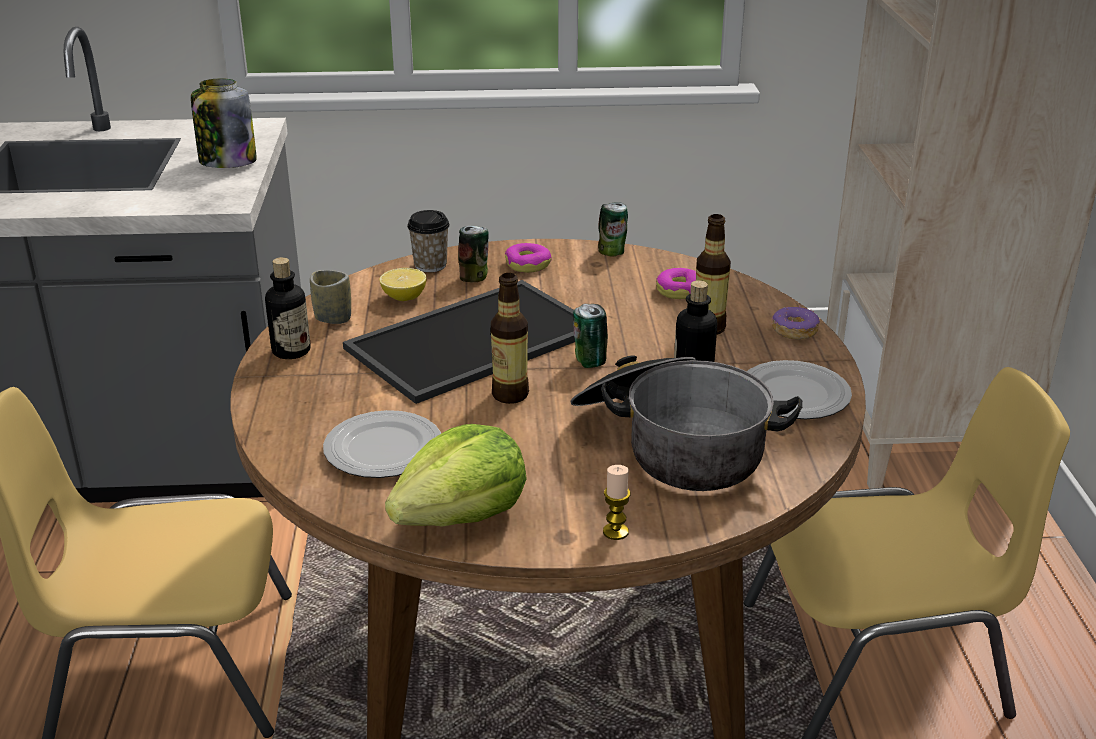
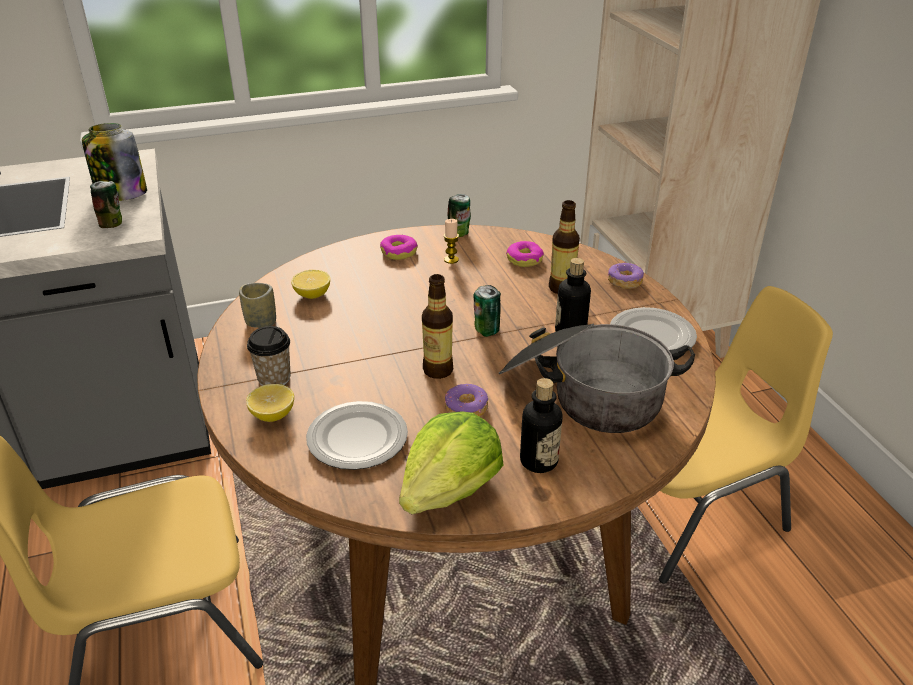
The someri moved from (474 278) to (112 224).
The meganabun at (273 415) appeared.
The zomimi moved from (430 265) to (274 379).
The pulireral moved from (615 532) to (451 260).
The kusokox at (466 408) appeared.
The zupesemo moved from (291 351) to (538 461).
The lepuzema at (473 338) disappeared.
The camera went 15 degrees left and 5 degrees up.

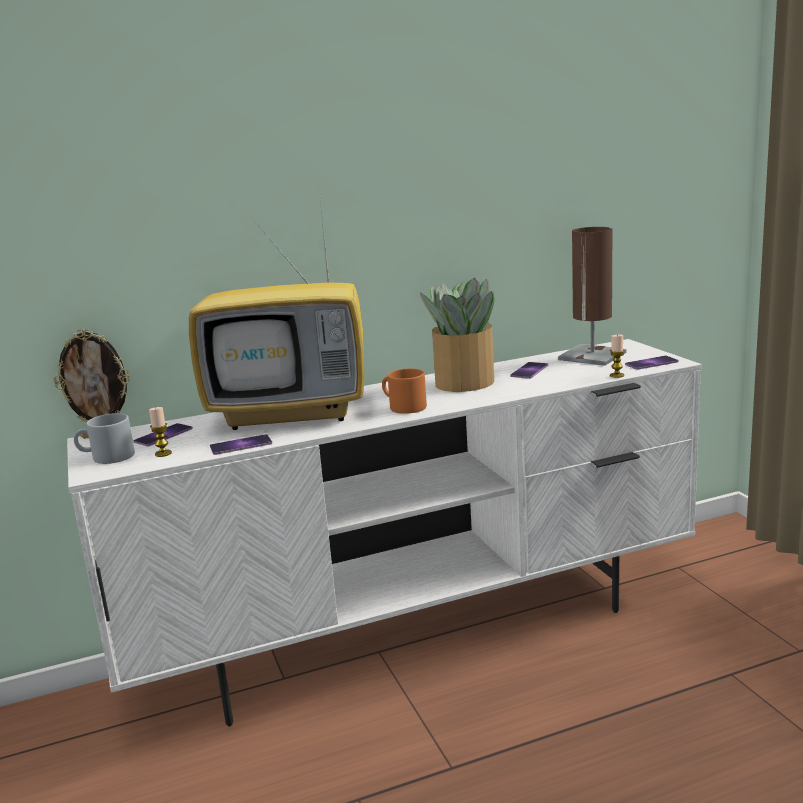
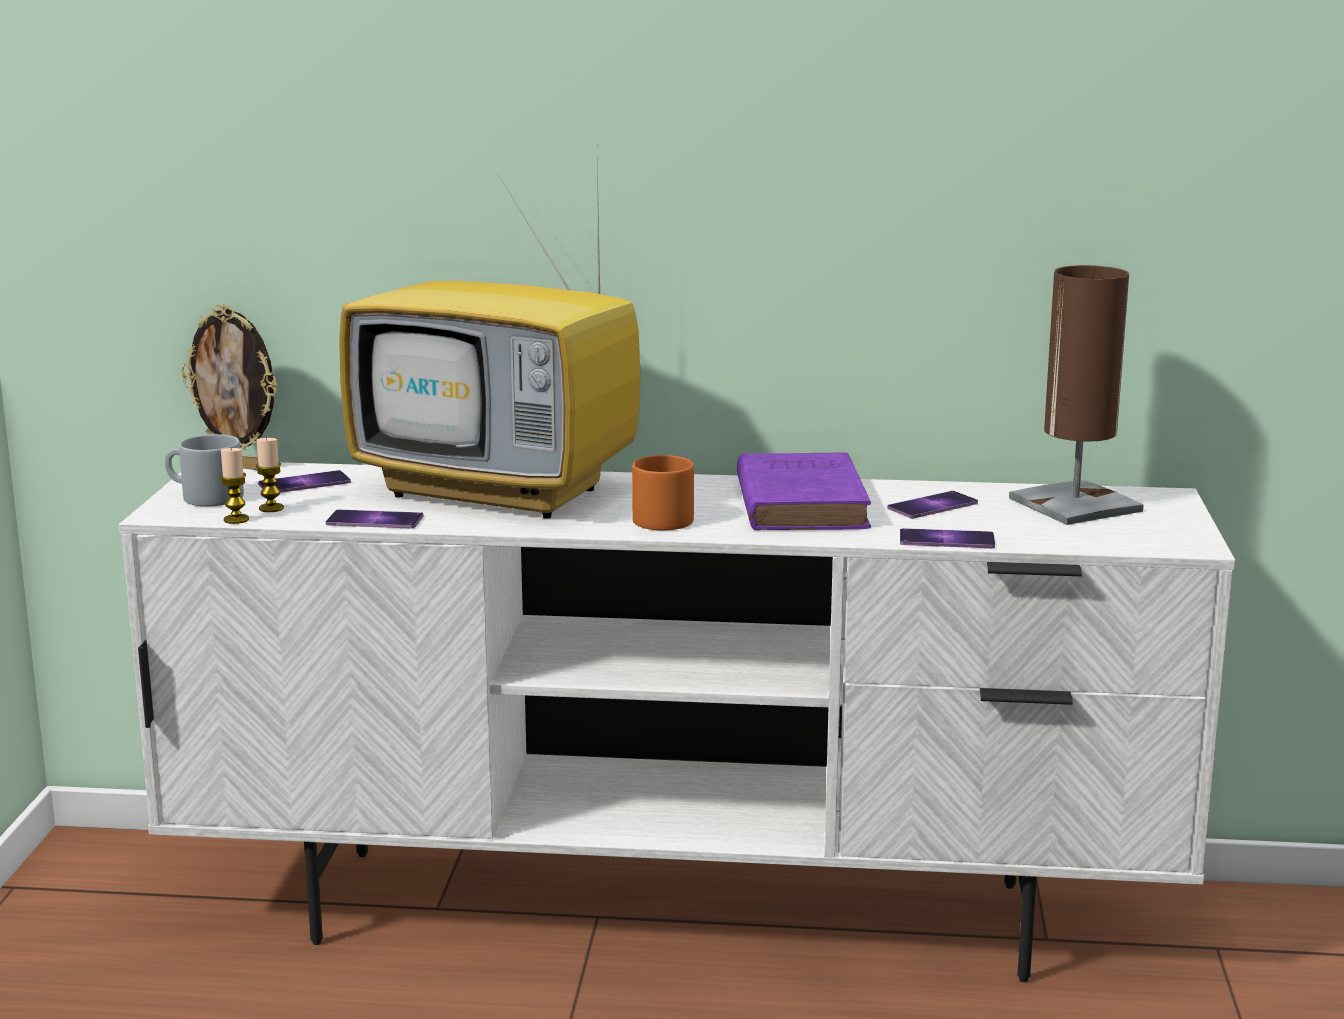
The pulireral moved from (617 375) to (236 519).
The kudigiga at (463 383) was replaced by the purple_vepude at (800 502).
The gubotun moved from (651 363) to (946 539).
The camera went 25 degrees right and 0 degrees up.

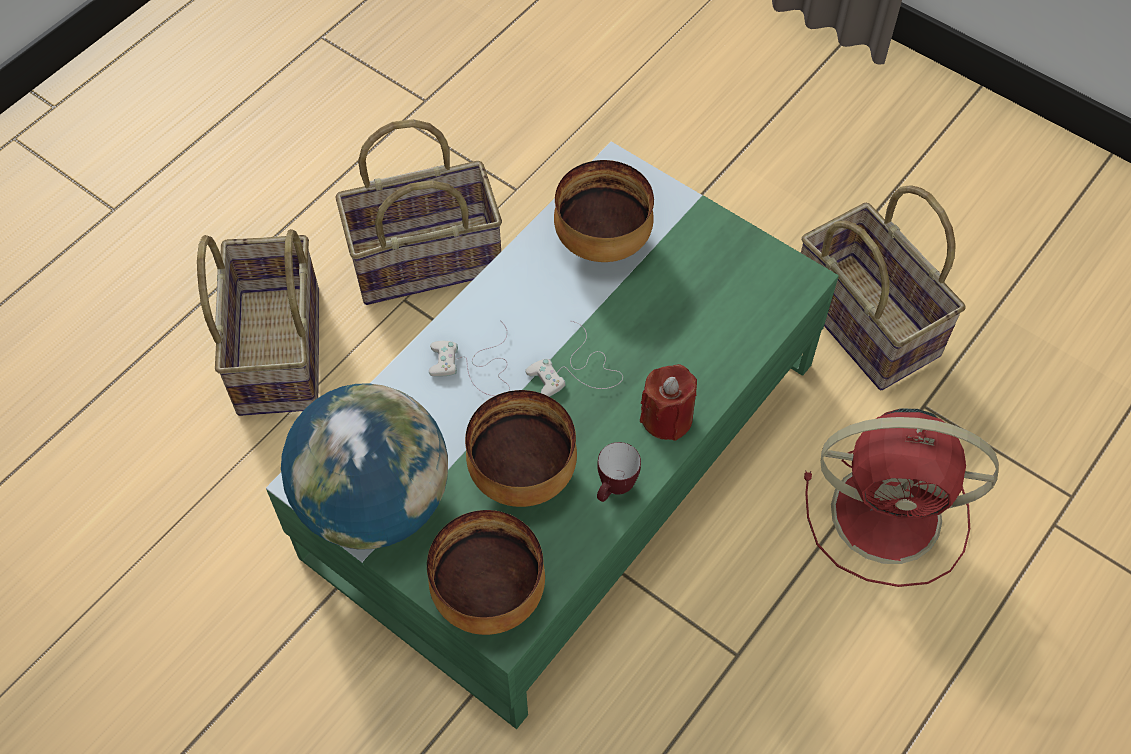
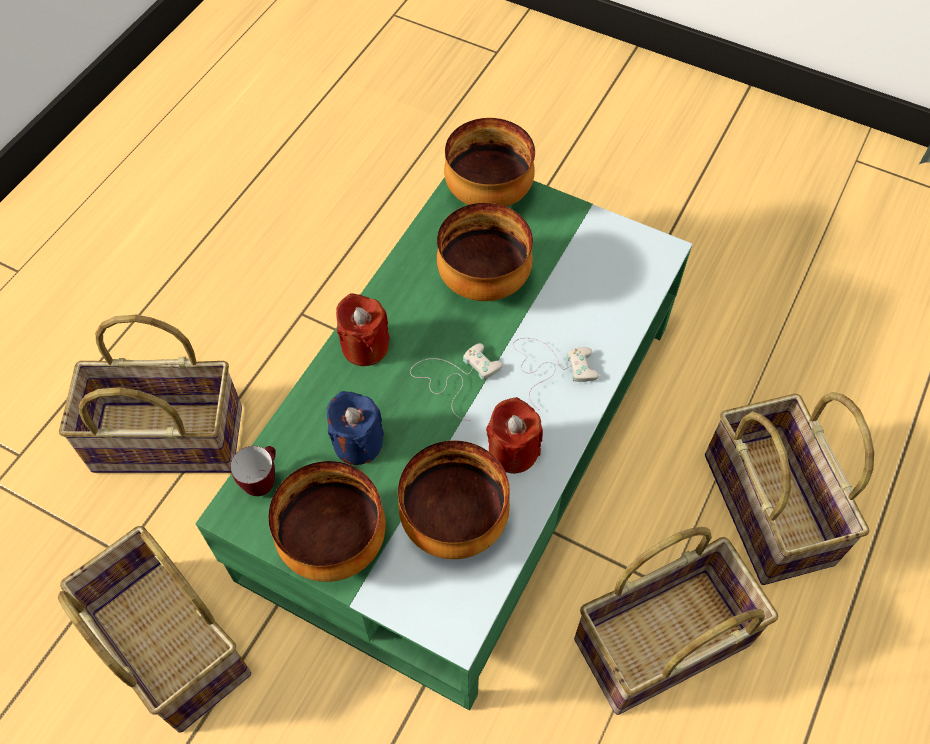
The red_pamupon at (891 514) was replaced by the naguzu at (167 441).
The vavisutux moved from (614 490) to (263 481).
The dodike at (335 541) appeared.
The blue_pulireral at (357 443) appeared.
The red_pulireral at (513 451) appeared.
The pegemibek at (375 502) disappeared.
The camera went 170 degrees right and 0 degrees up.

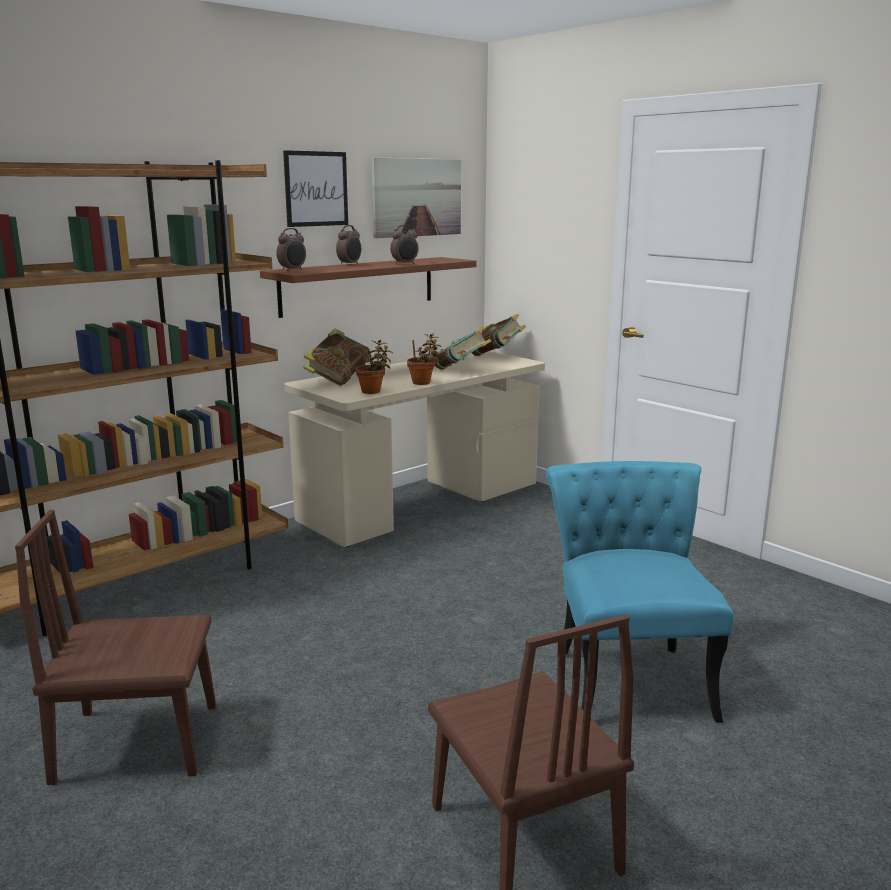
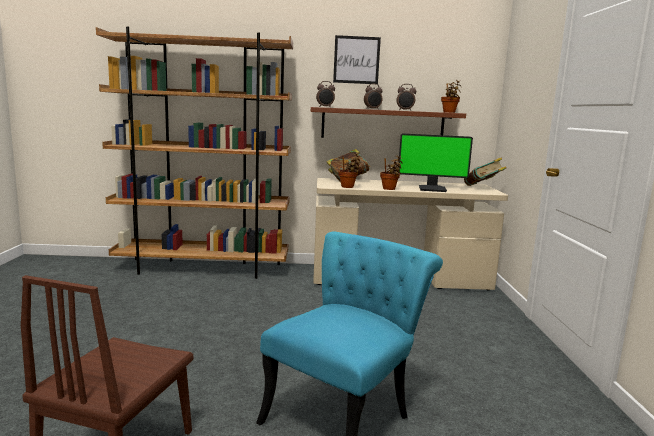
The vepude at (461 371) was replaced by the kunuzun at (432 189).
The kudigiga at (449 112) appeared.
The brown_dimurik at (137 742) disappeared.
The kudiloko at (417 197) disappeared.
The camera went 40 degrees right and 5 degrees down.

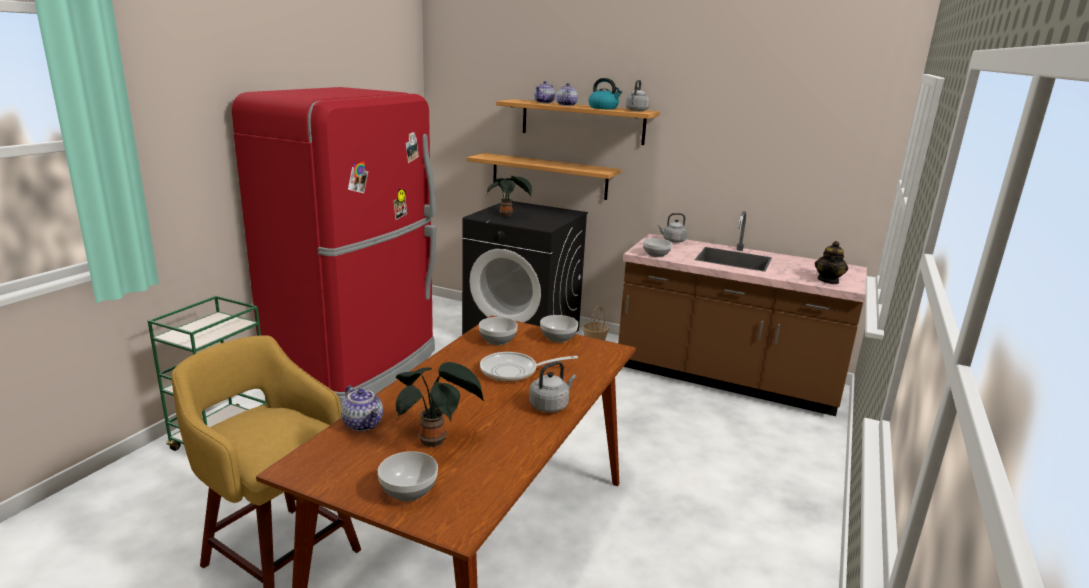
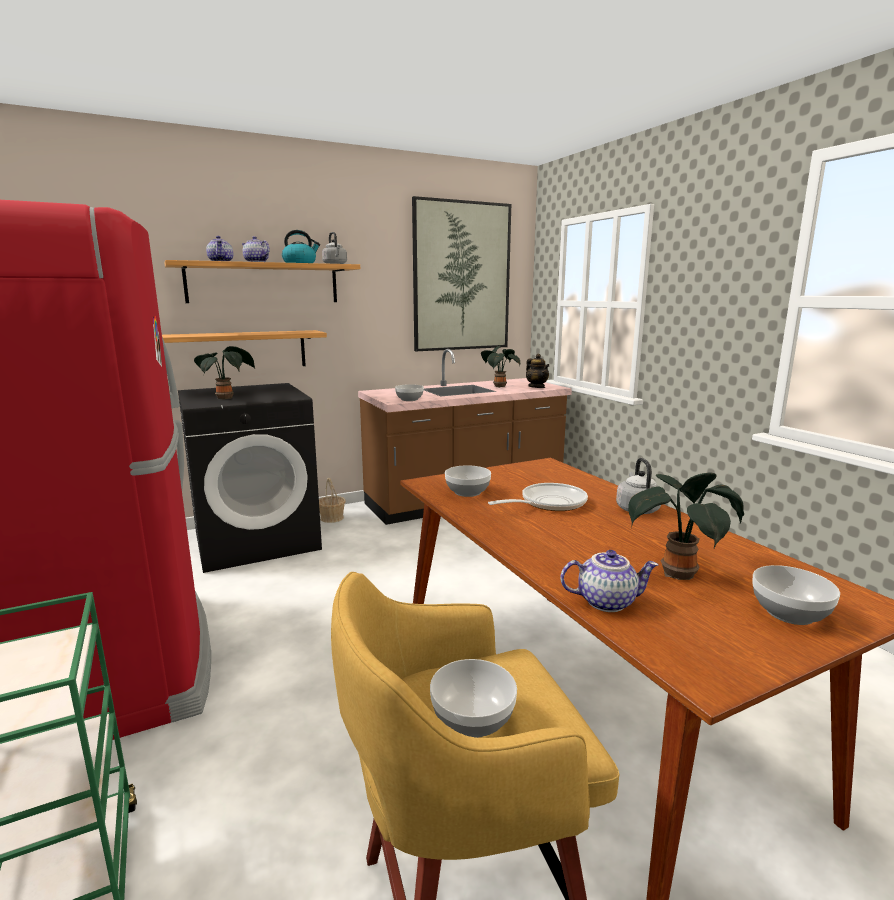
The kudiloko at (461 277) appeared.
The dodike moved from (557 338) to (471 720).
The kudigiga at (498 386) appeared.
The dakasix at (514 371) turned 150 degrees counterclockwise.
The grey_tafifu at (672 241) disappeared.
The camera went 50 degrees left and 5 degrees down.

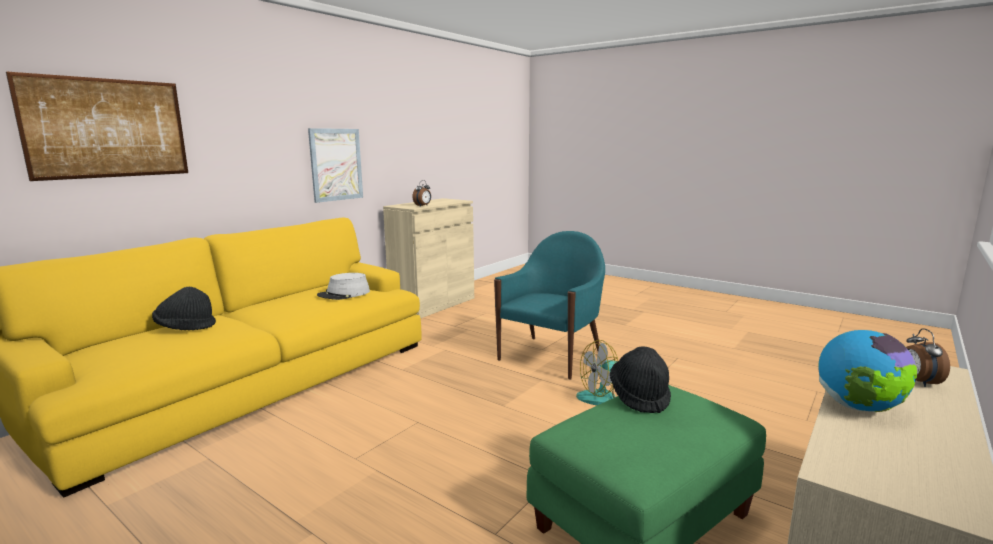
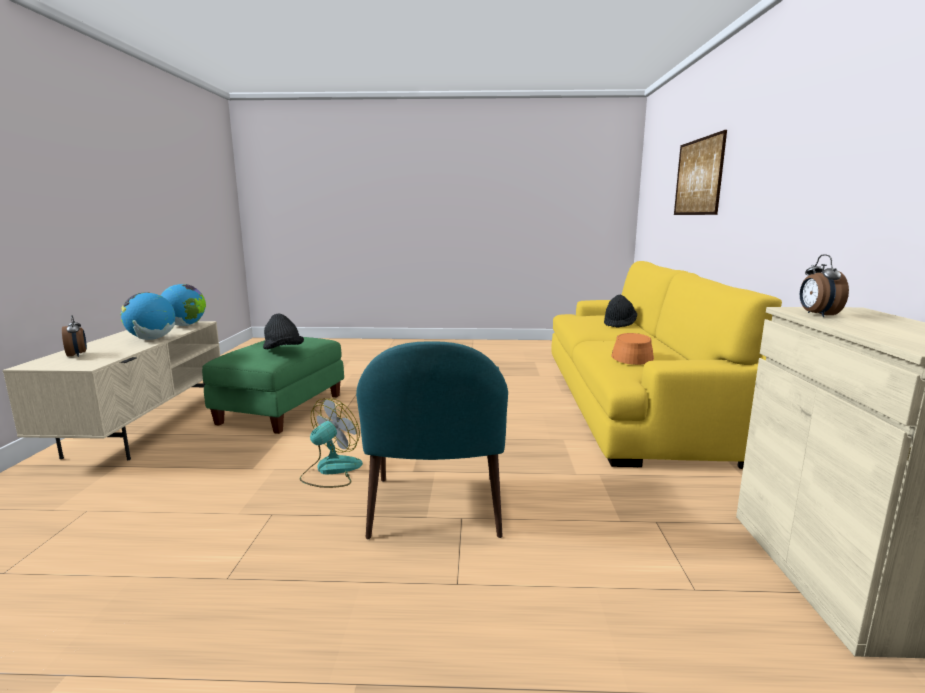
The pegemibek at (185 325) appeared.
The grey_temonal at (344 294) became the orange_temonal at (631 356).
The kudiloko at (336 164) disappeared.
The camera went 145 degrees right and 0 degrees up.

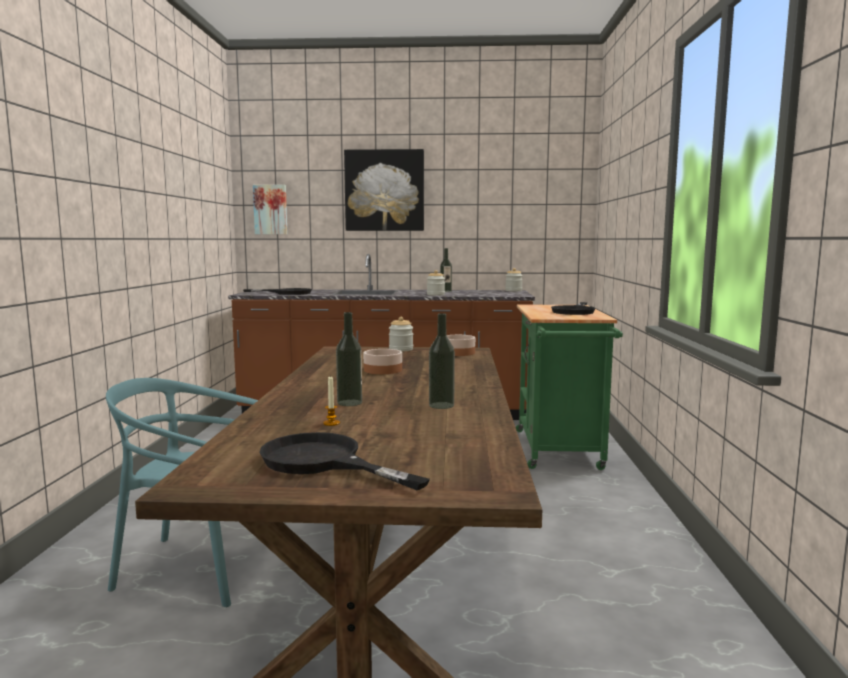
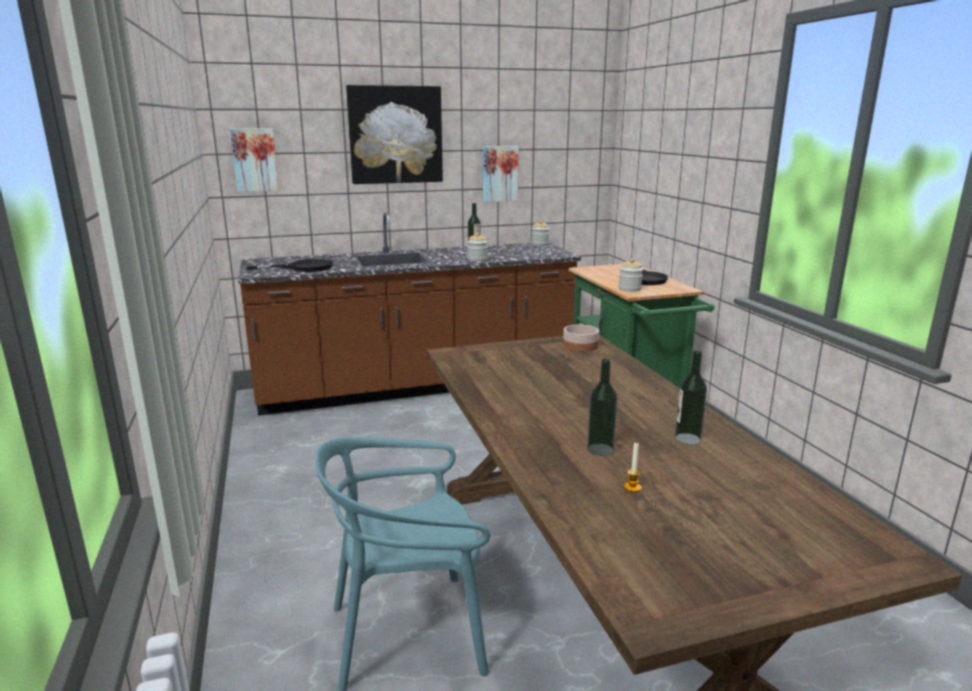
The kudiloko at (499 173) appeared.
The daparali moved from (401 349) to (629 289).
The black_dakasix at (323 462) disappeared.
The dodike at (382 370) disappeared.
The camera went 20 degrees left and 10 degrees up.

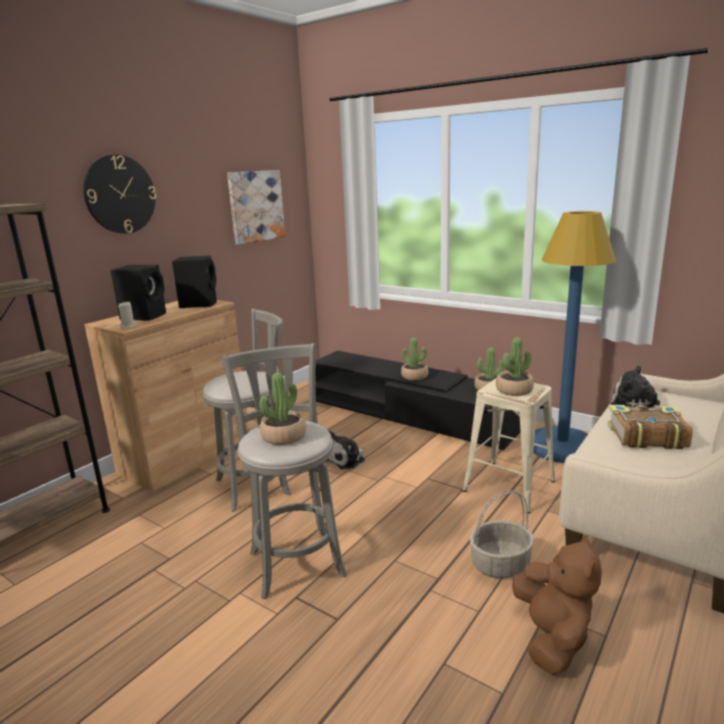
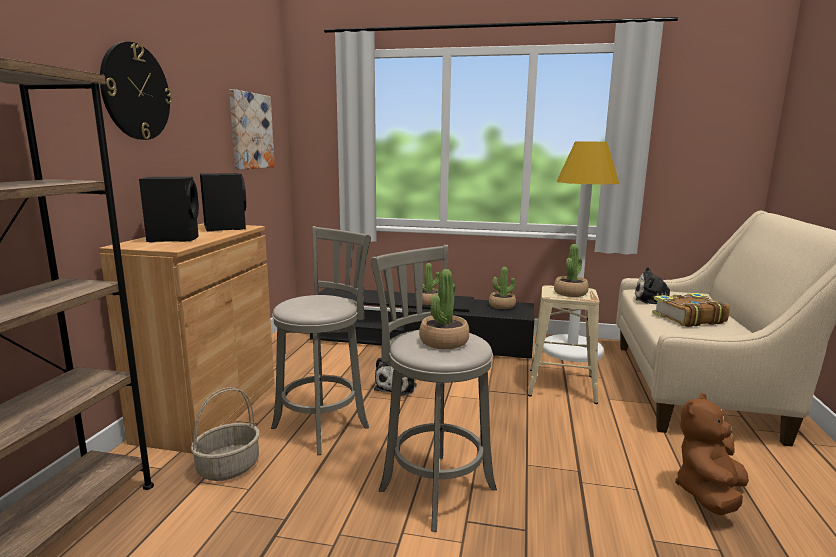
The naguzu moved from (500 564) to (229 467).
The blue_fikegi at (562 446) became the white_fikegi at (572 350).
The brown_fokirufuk at (552 637) turned 120 degrees counterclockwise.
The beige_pulireral at (128 326) disappeared.
The camera went 25 degrees left and 5 degrees down.

